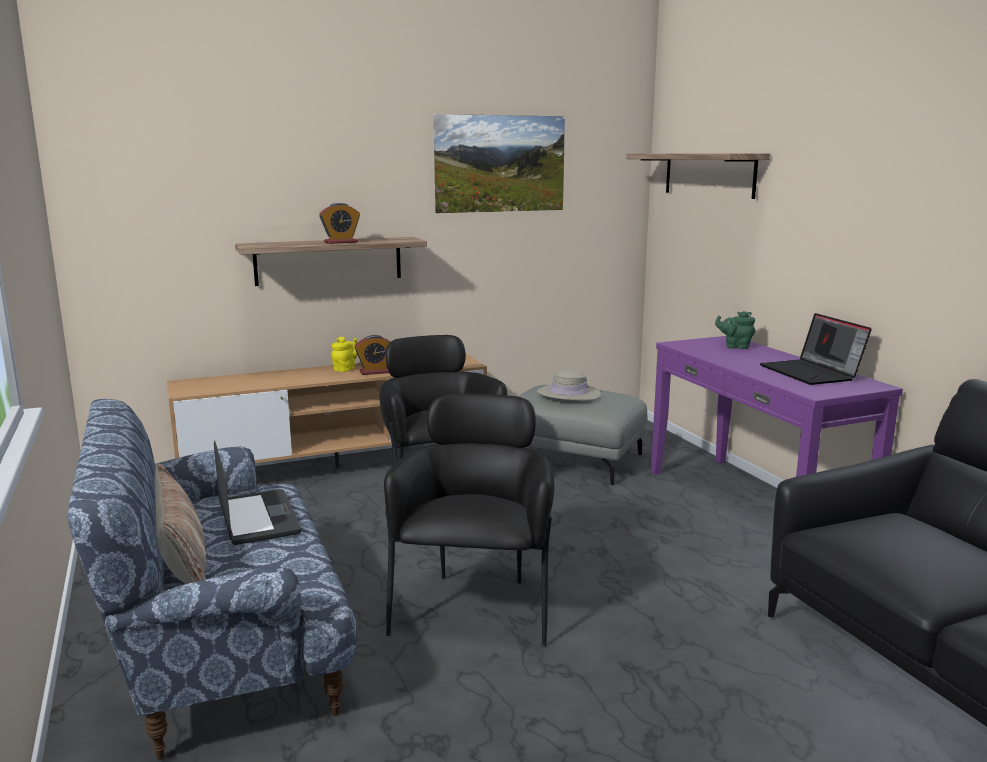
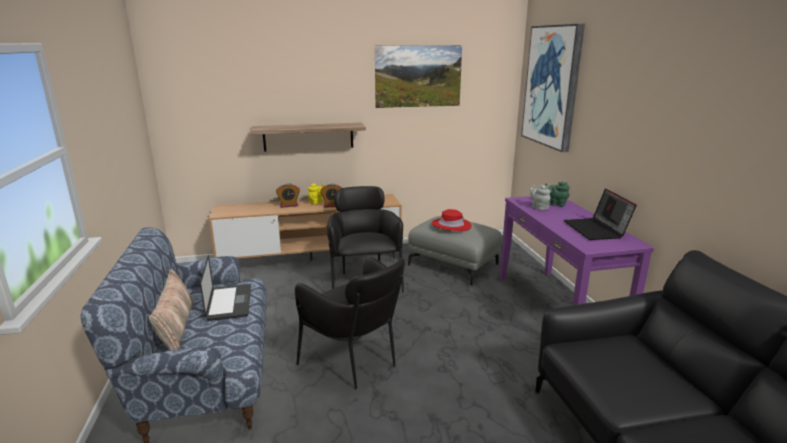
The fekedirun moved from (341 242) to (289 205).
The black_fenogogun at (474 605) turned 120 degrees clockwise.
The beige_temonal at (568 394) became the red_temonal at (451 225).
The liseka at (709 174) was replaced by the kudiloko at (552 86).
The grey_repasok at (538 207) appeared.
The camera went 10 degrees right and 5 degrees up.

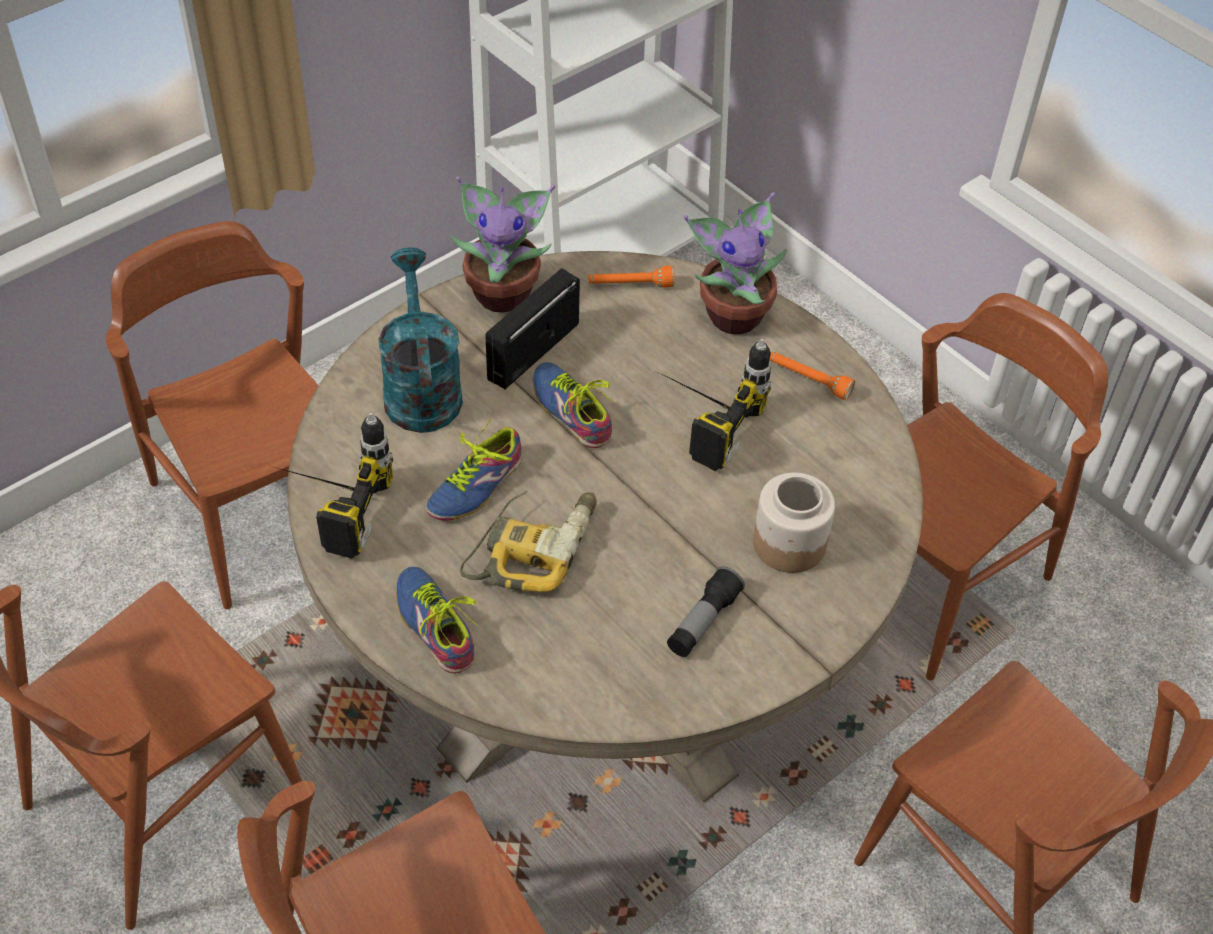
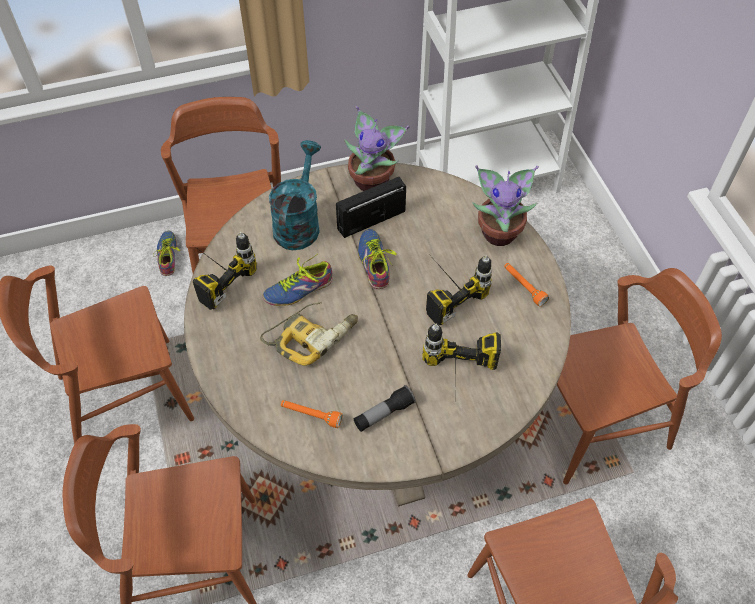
The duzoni moved from (439 623) to (170 255).
The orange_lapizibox moved from (630 285) to (311 415).
The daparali at (788 543) was replaced by the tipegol at (458 383).
The camera went 25 degrees right and 5 degrees up.

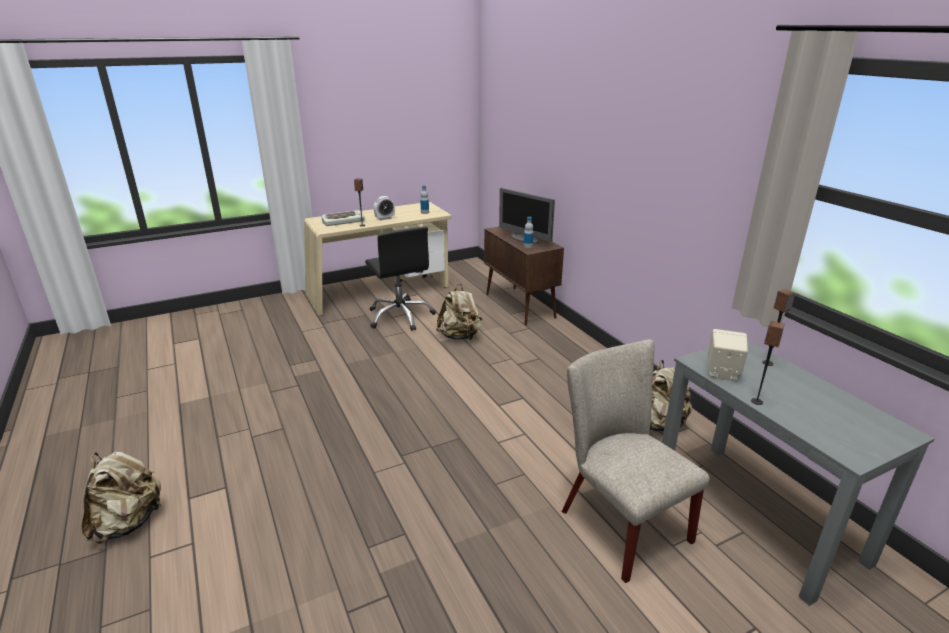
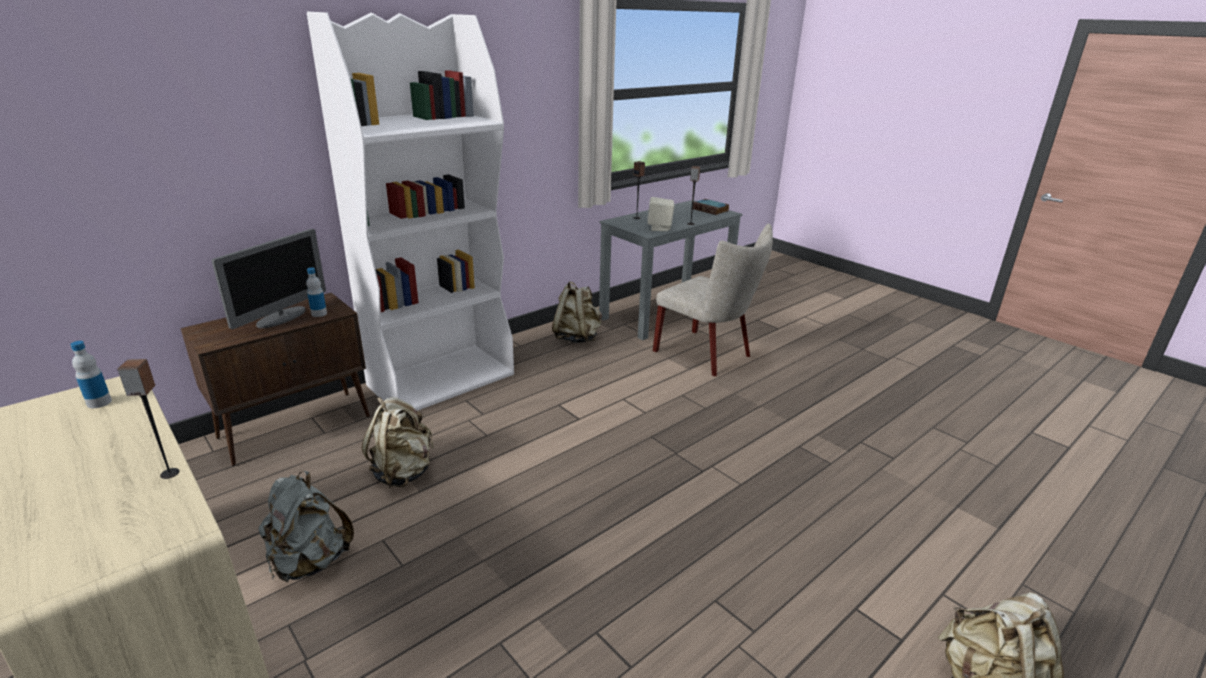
The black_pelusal at (400 316) was replaced by the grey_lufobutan at (309 562).
The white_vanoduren at (442 379) appeared.
The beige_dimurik at (617 521) turned 90 degrees counterclockwise.
The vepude at (710 210) appeared.
The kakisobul at (343 221) disappeared.
The fekedirun at (385 218) disappeared.
The camera went 105 degrees left and 0 degrees up.

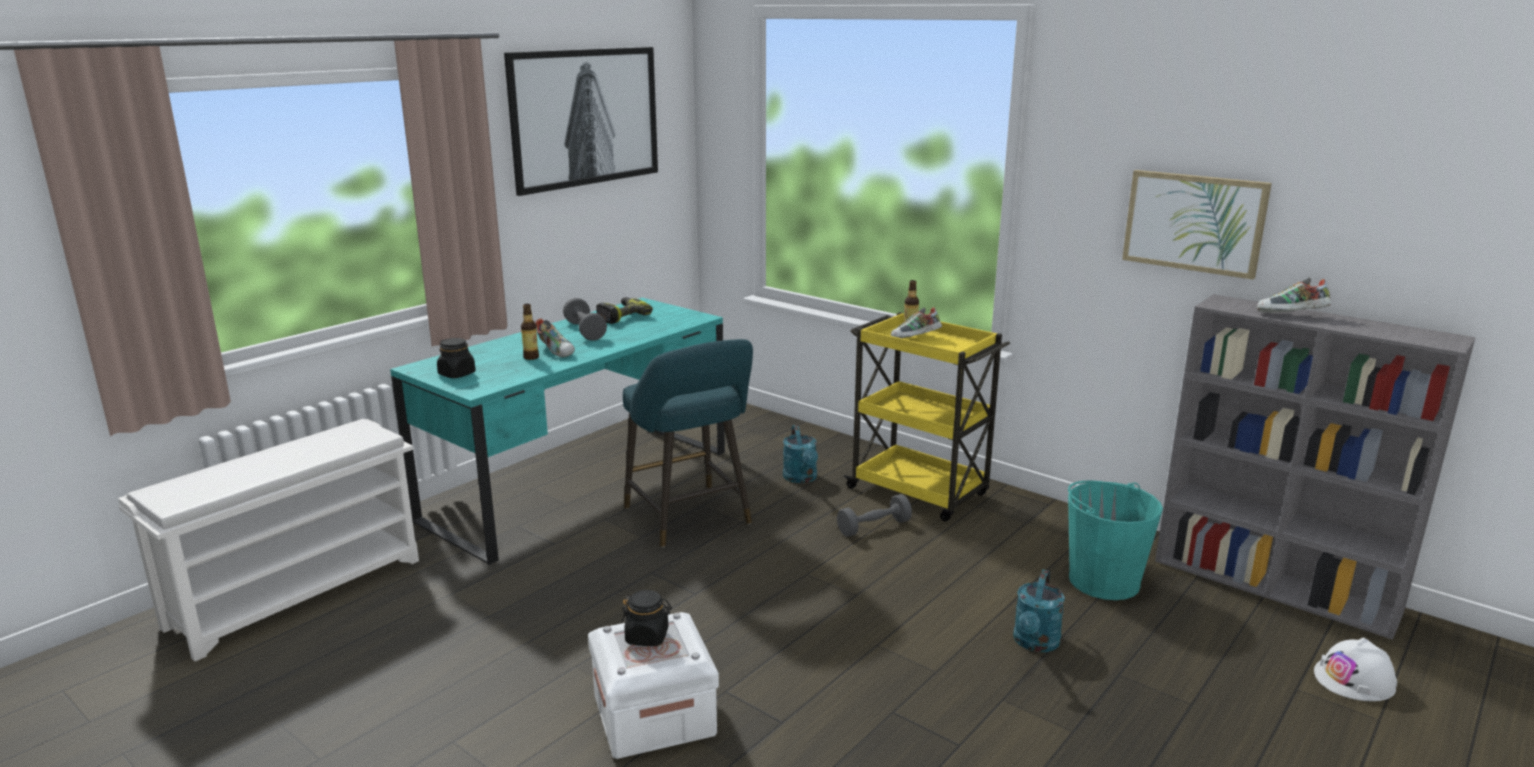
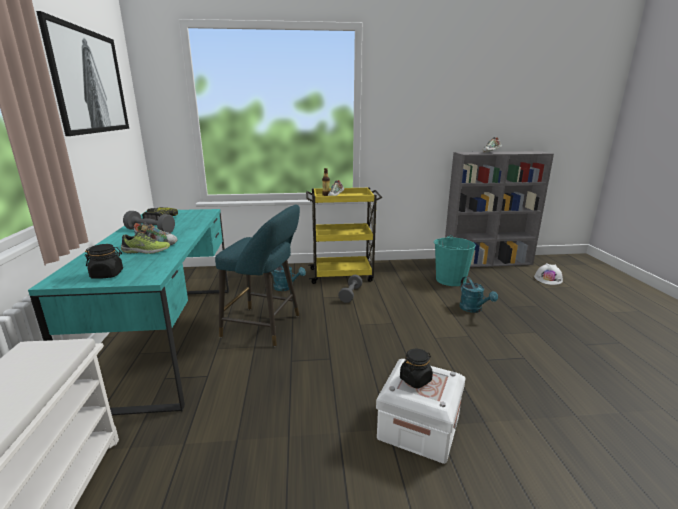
The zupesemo at (531 357) was replaced by the duzoni at (146 251).
The kudiloko at (1194 222) disappeared.
The camera went 45 degrees left and 0 degrees up.

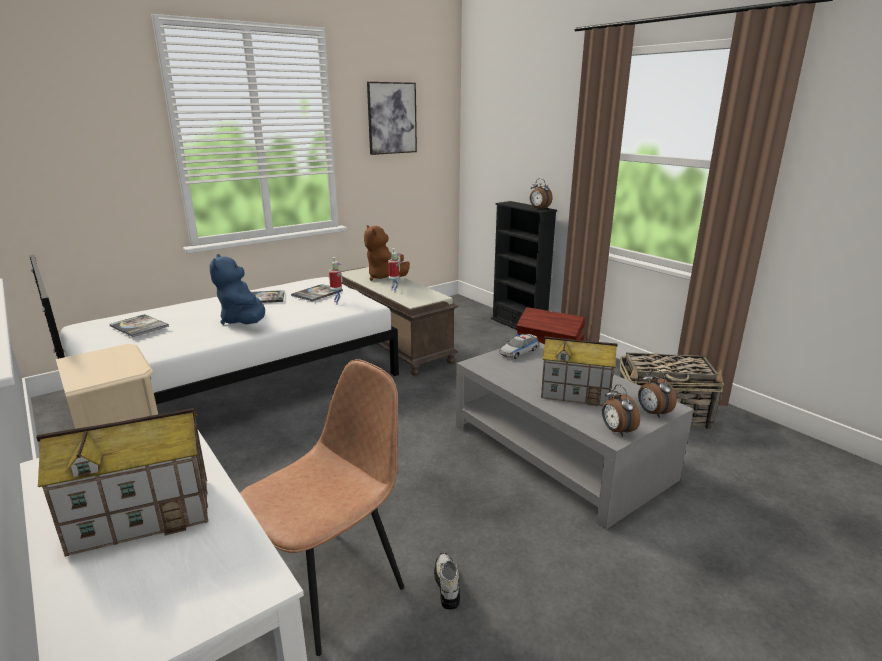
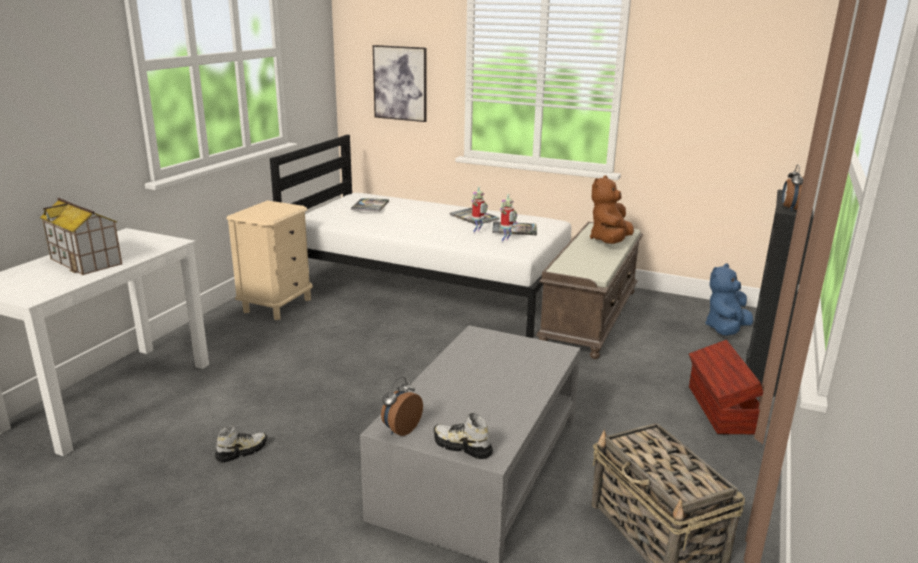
The kudiloko moved from (392 118) to (400 83).
The fekedirun at (652 413) was replaced by the duzoni at (462 447).
The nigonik moved from (394 291) to (477 233).
The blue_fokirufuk moved from (244 321) to (726 330).
The brown_dimurik at (330 584) disappeared.
The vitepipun at (519 352) disappeared.
The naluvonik at (576 393) disappeared.
The camera went 60 degrees right and 0 degrees up.

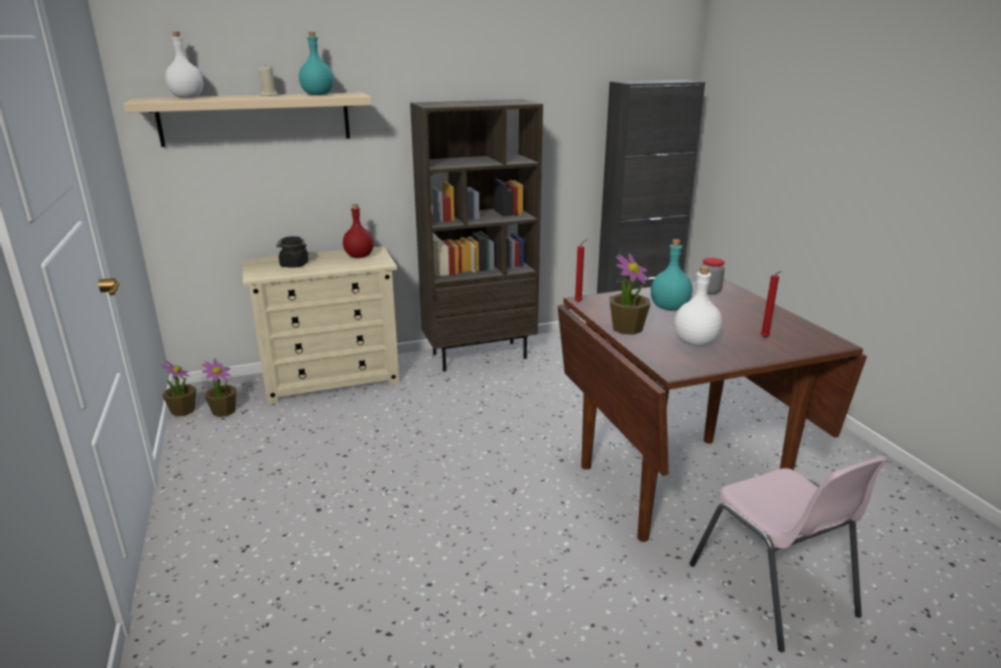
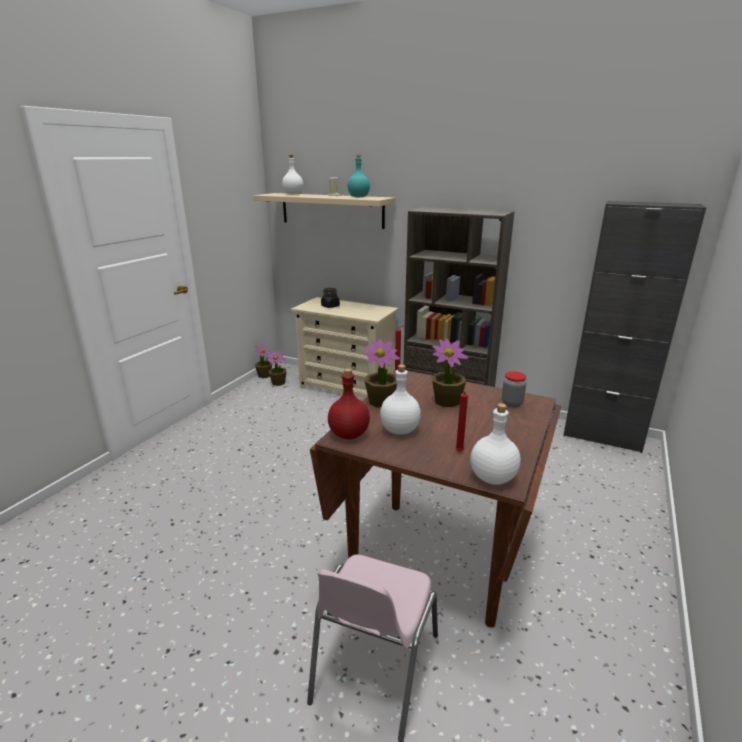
The red_zupesemo moved from (360 256) to (349 435).
The turquoise_zupesemo at (668 307) was replaced by the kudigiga at (447 401).
The white_zupesemo at (493 477) appeared.
The camera went 45 degrees right and 0 degrees up.

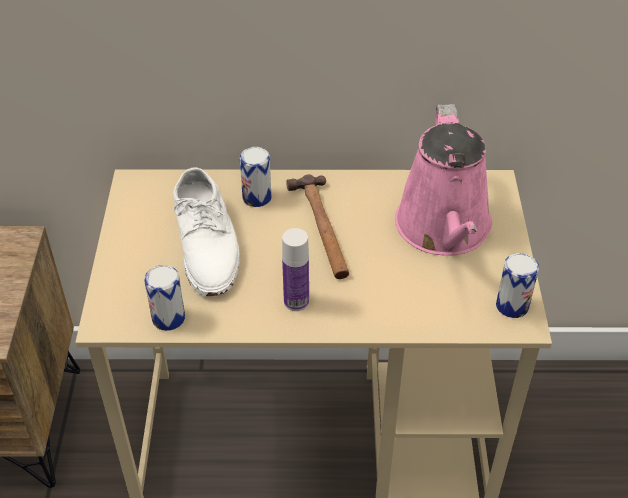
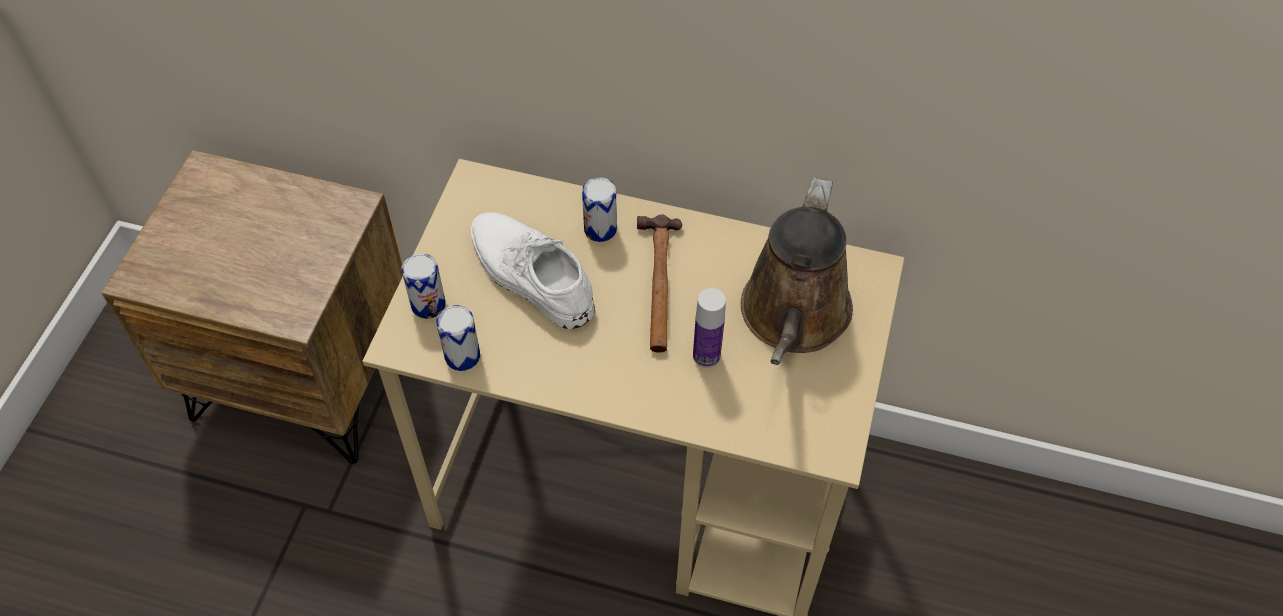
The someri moved from (512 306) to (428 305).
The white_duzoni at (207 243) turned 135 degrees clockwise.
The zupesemo moved from (296 301) to (706 356).
The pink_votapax at (444 230) became the brown_votapax at (793 317).
The camera went 15 degrees right and 10 degrees up.

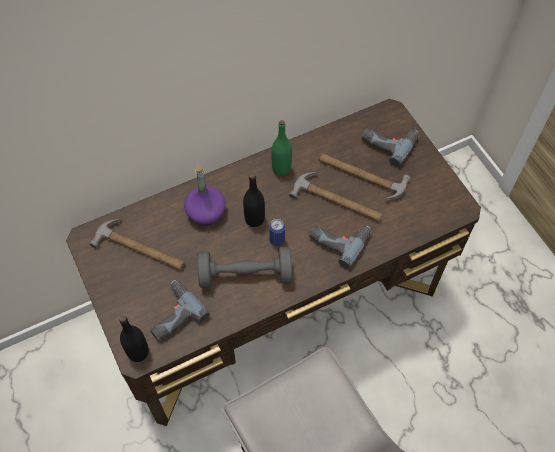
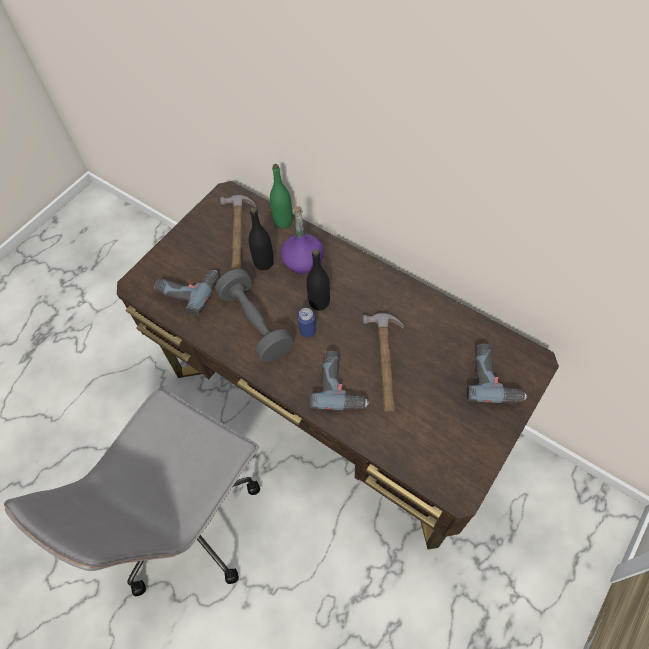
The black_zupesemo moved from (138 352) to (263 263).
The green_zupesemo moved from (281 169) to (283 221).
The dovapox at (361 176) disappeared.
The camera went 65 degrees right and 0 degrees up.

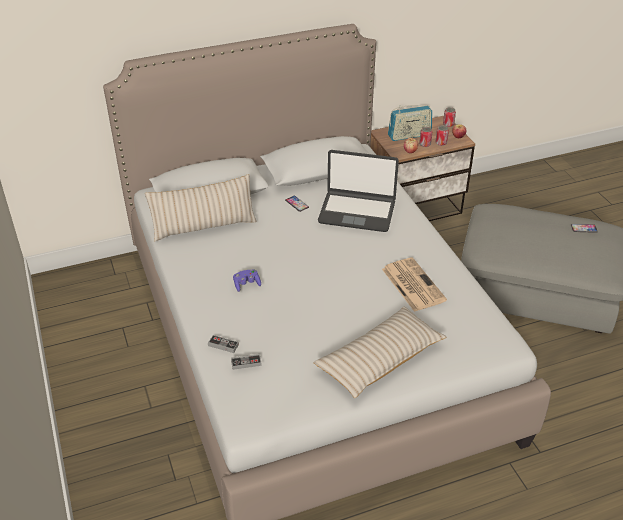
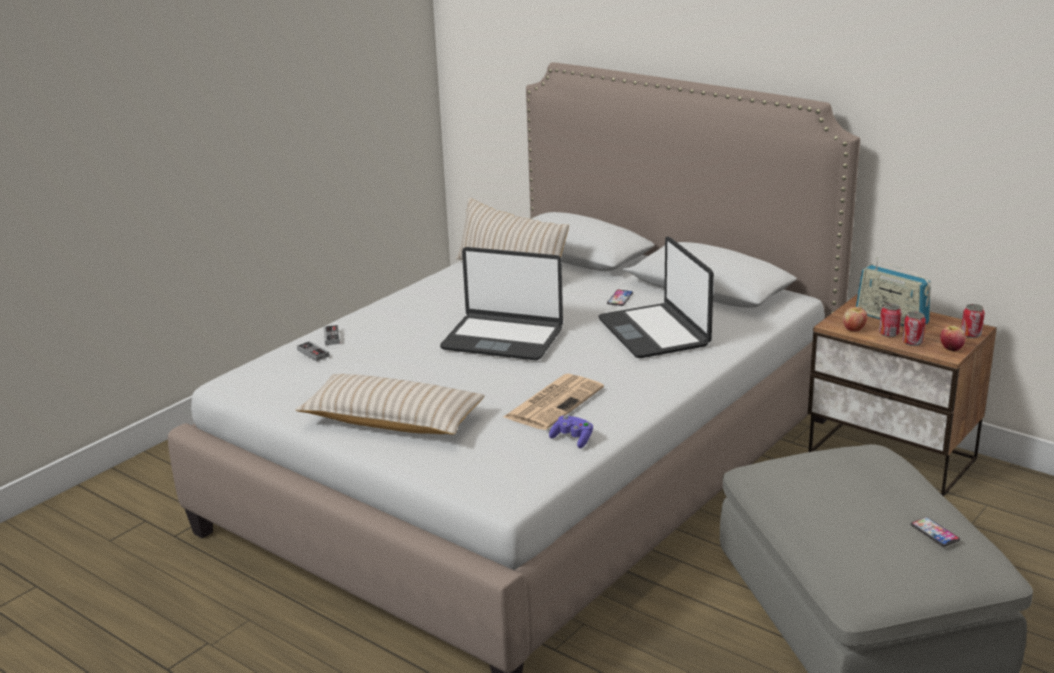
The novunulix at (503 338) appeared.
The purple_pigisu moved from (246 284) to (572 439).
The camera went 60 degrees right and 15 degrees down.

